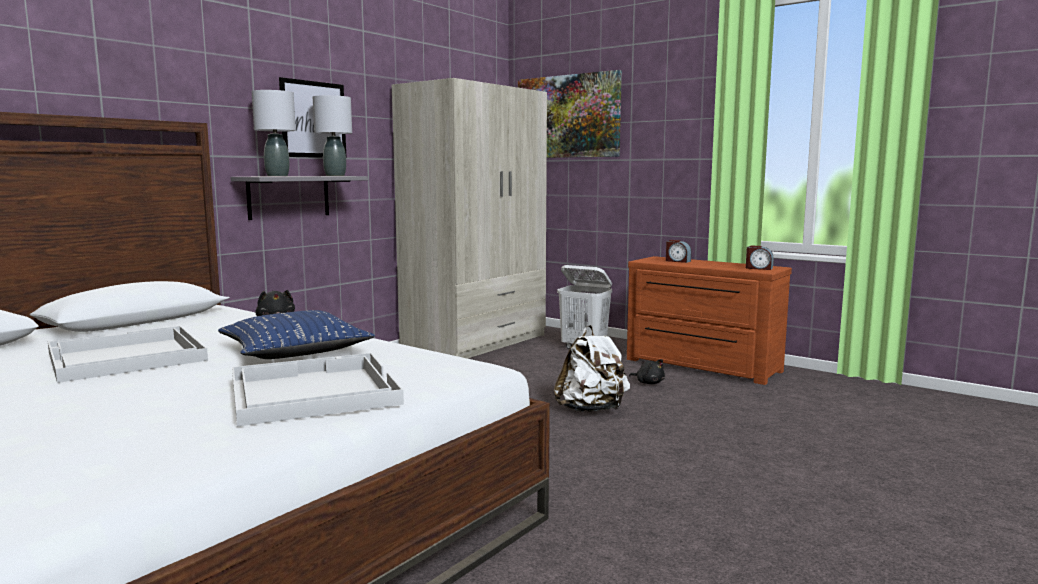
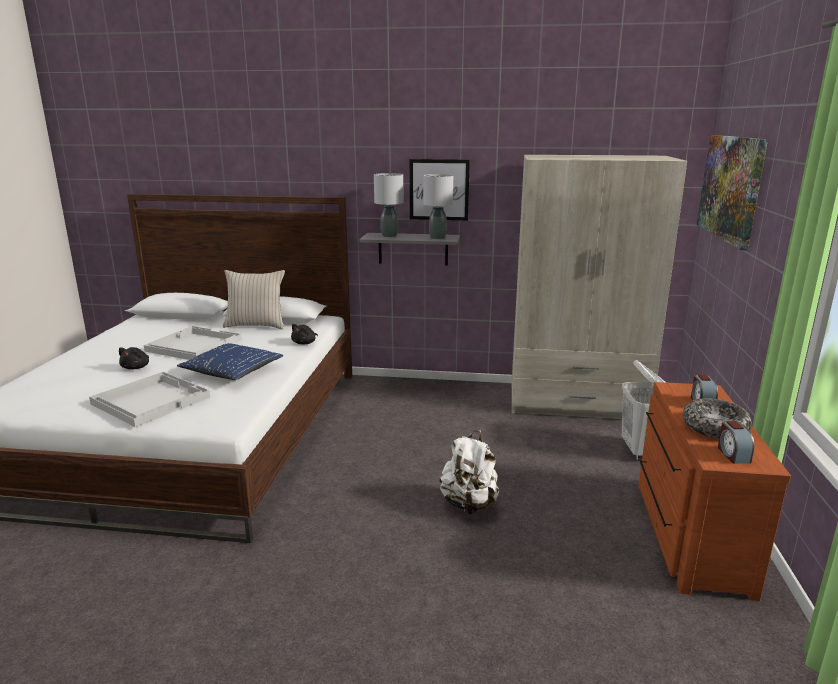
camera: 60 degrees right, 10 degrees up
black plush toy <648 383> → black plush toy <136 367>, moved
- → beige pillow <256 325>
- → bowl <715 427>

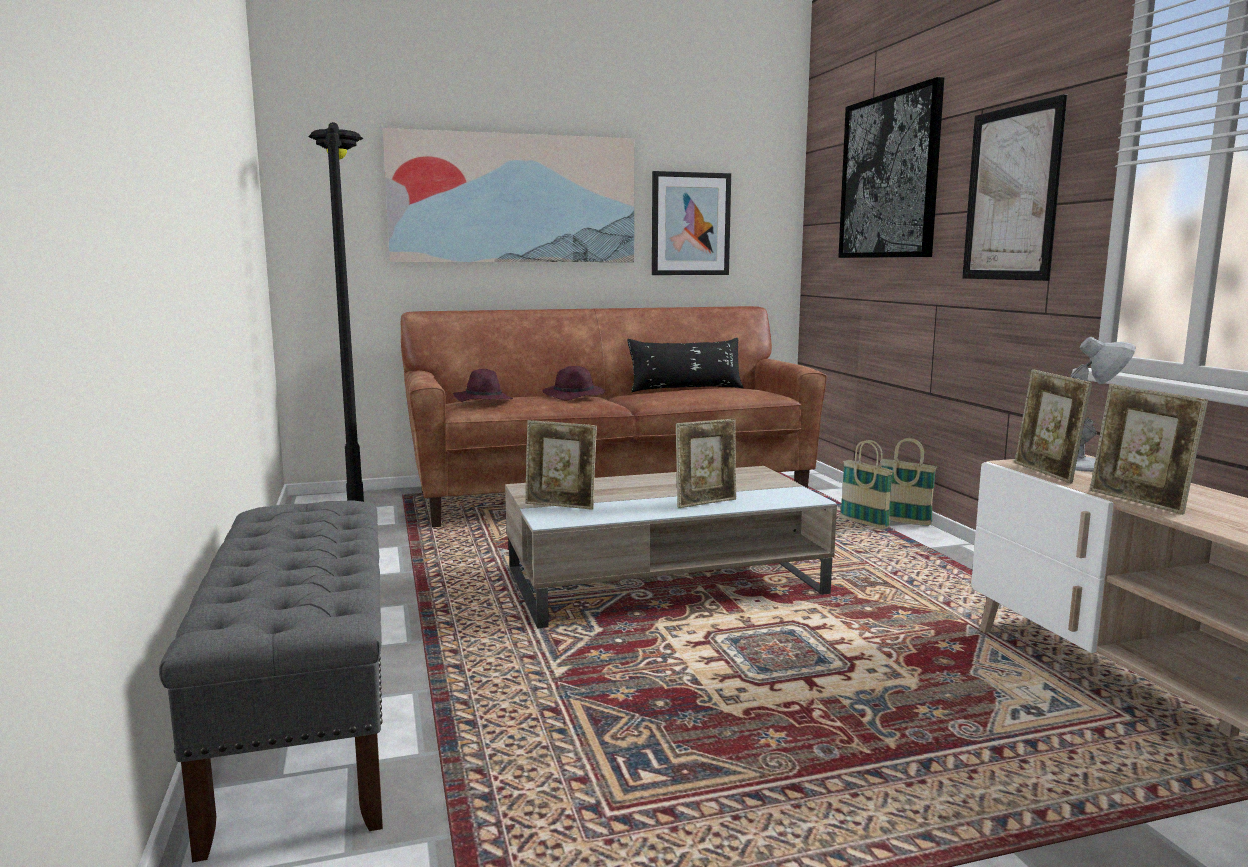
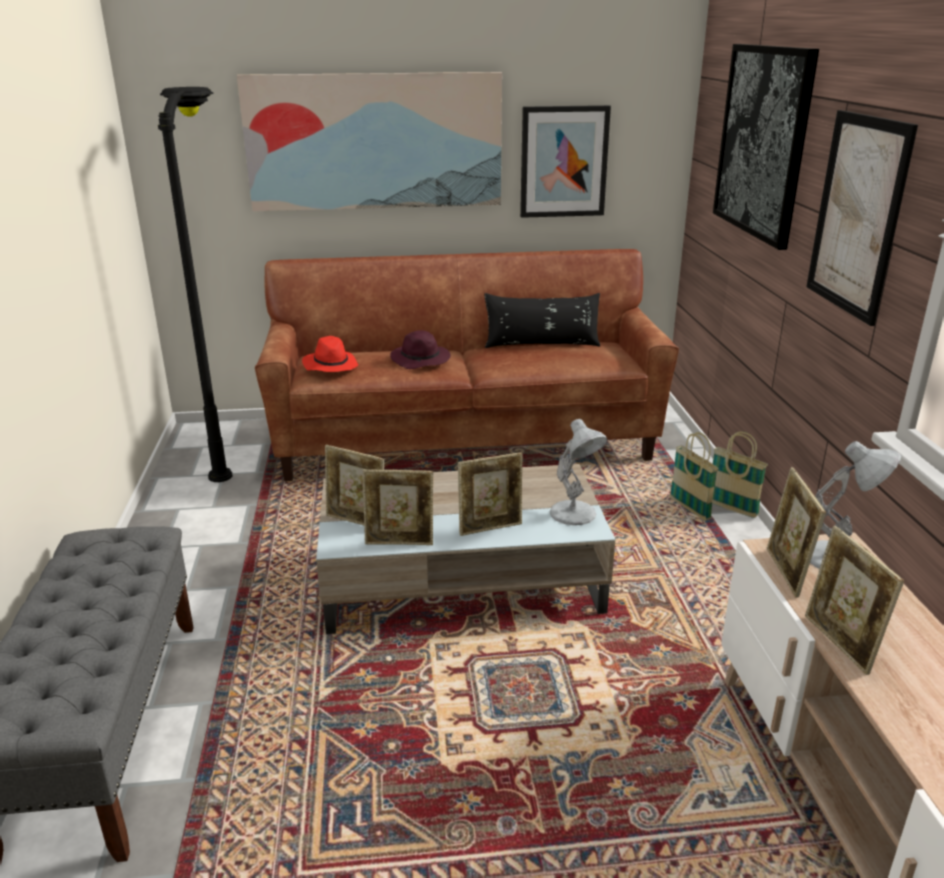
camera: 10 degrees right, 15 degrees up
purple hat <483 400> → red hat <330 366>
- → picture frame <400 542>
- → white table lamp <574 514>

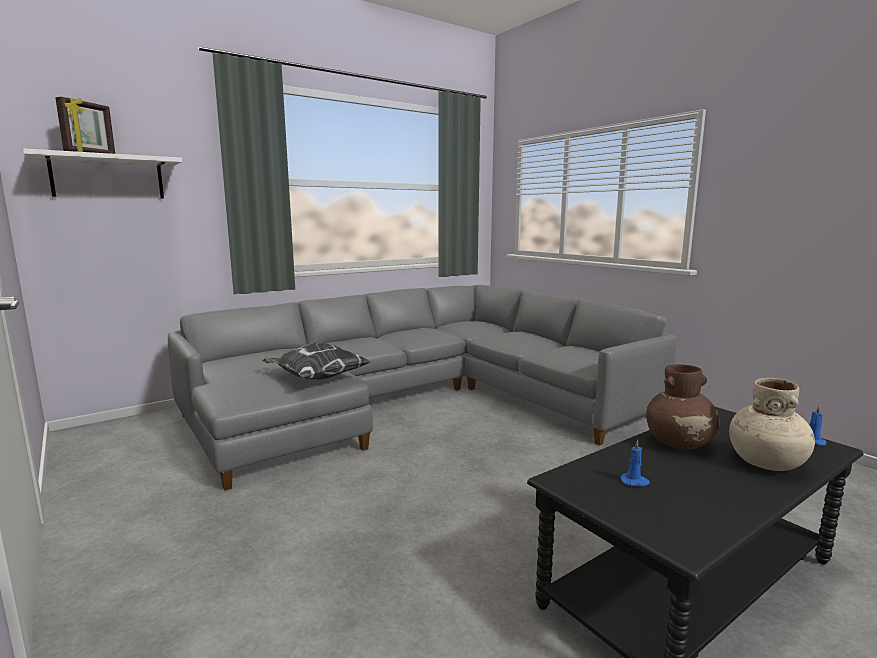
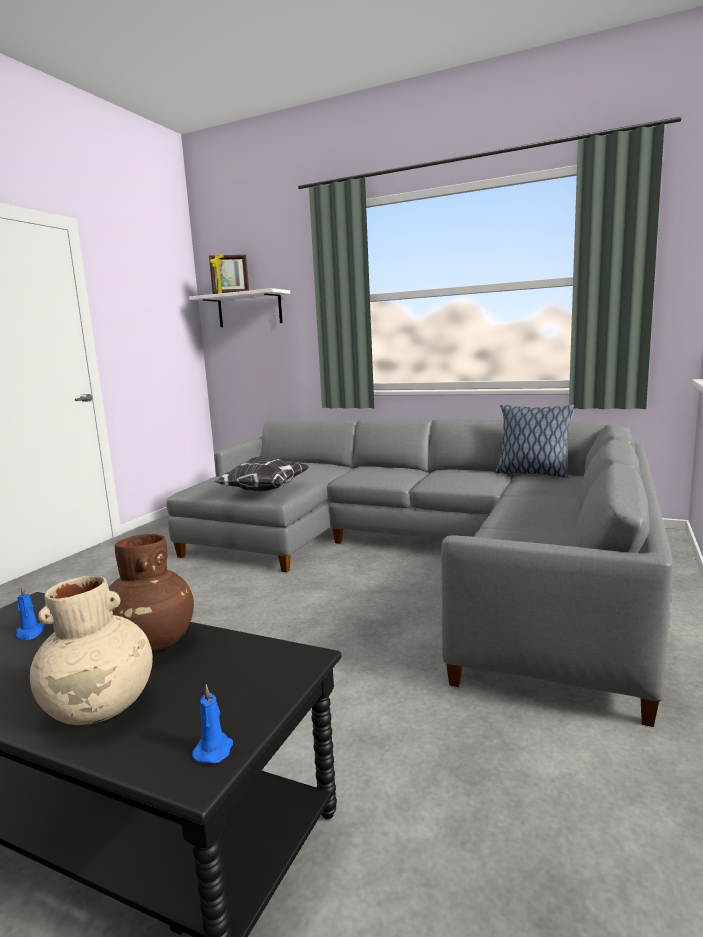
camera: 60 degrees right, 0 degrees up
- → pillow <532 473>

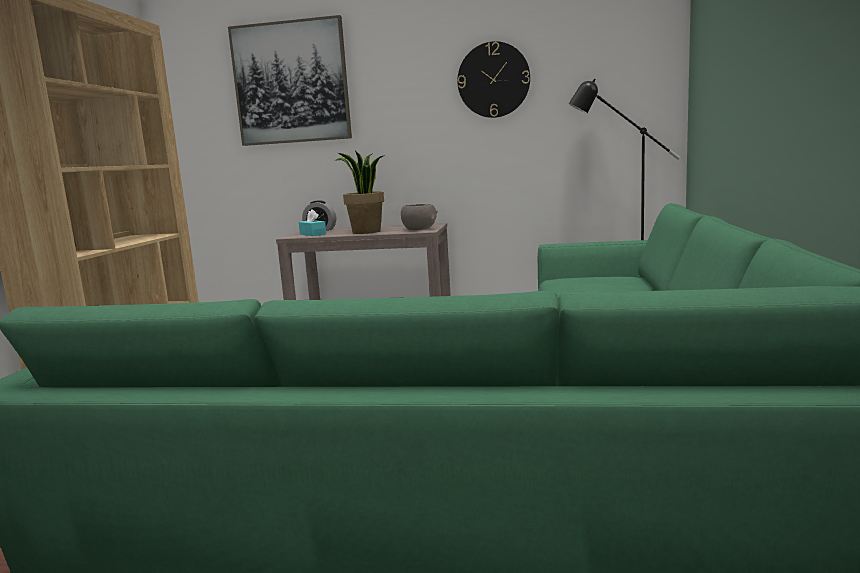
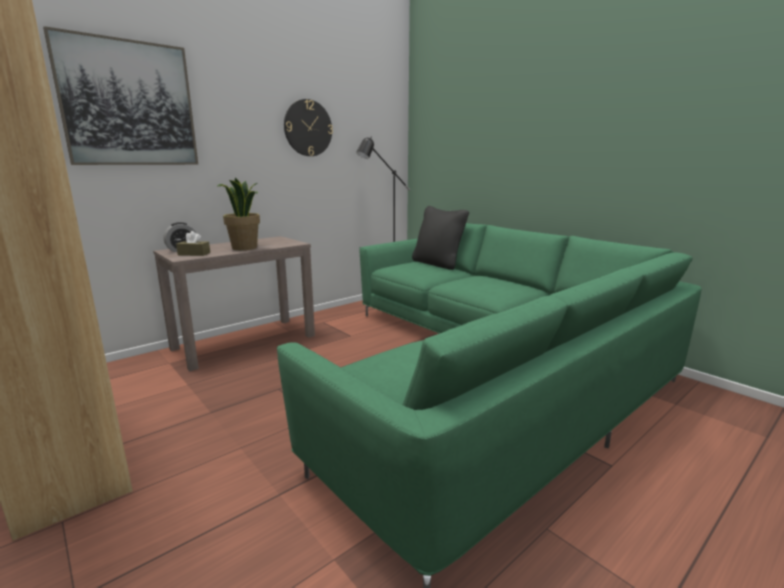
camera: 50 degrees left, 5 degrees up
turquoise tissue box <313 234> → brown tissue box <194 254>
grey bowl <419 229> → -
- → black pillow <438 264>

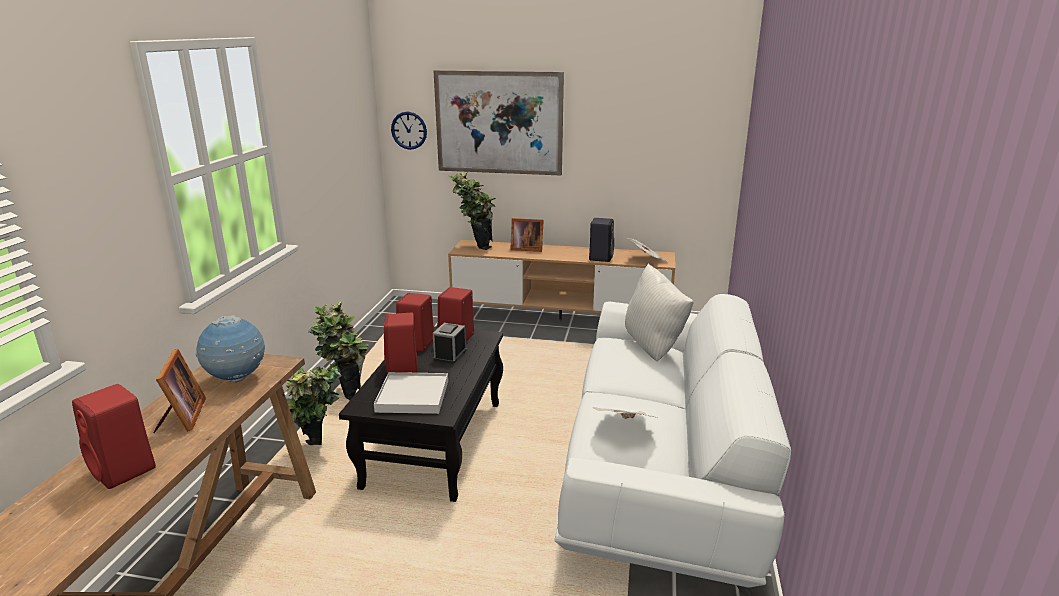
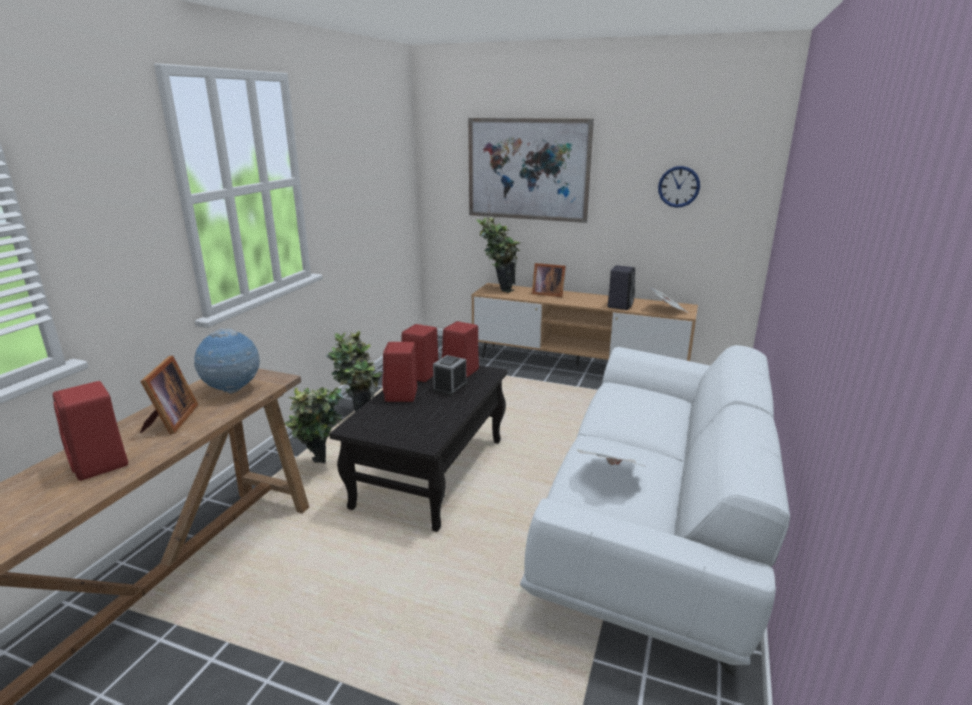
camera: 10 degrees right, 0 degrees up
white tray <413 396> → -
wall clock <409 130> → wall clock <678 186>, moved
white pillow <654 347> → -

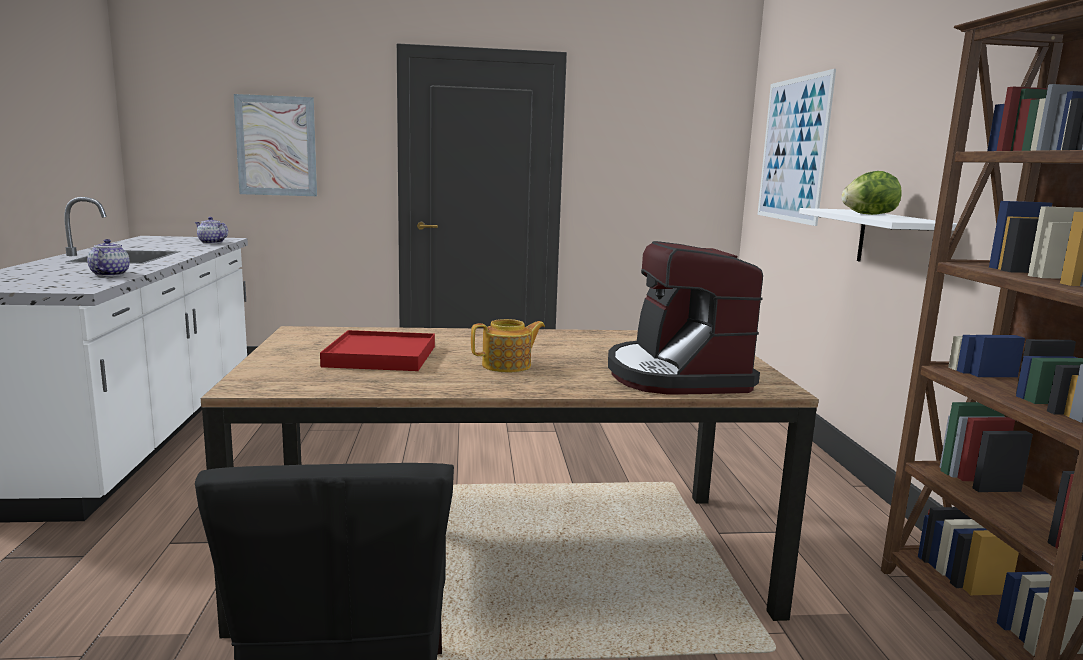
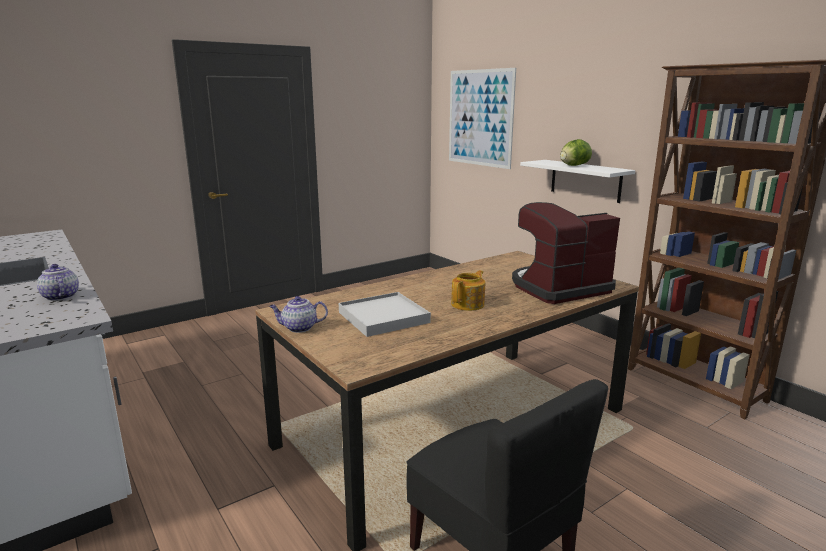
camera: 30 degrees left, 5 degrees up
teapot <211 242> → teapot <299 328>, moved
picture <276 146> → -
red tray <381 356> → white tray <384 317>
coffee machine <676 375> → coffee machine <558 288>, 105 degrees clockwise

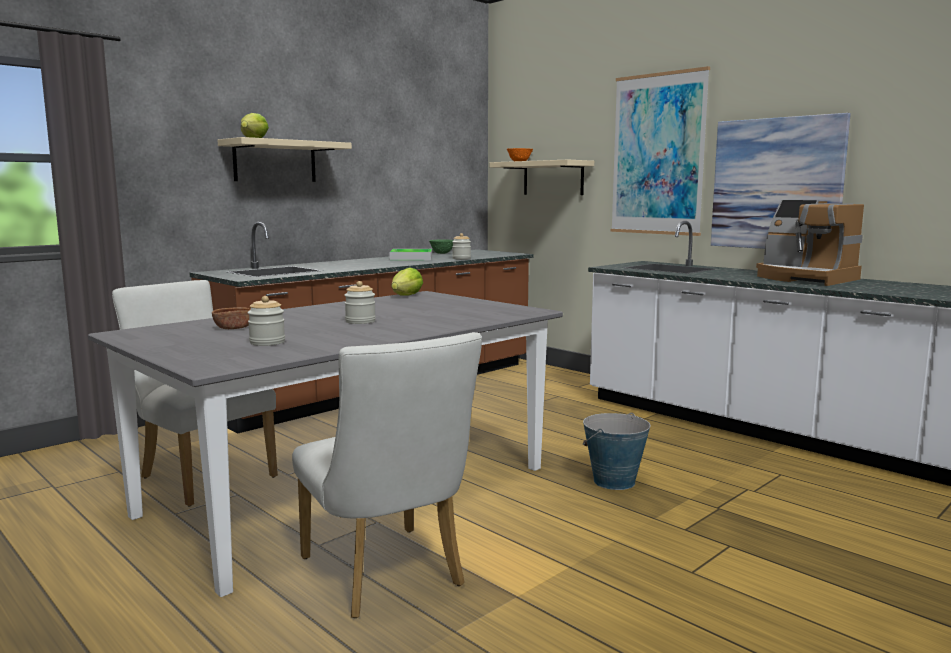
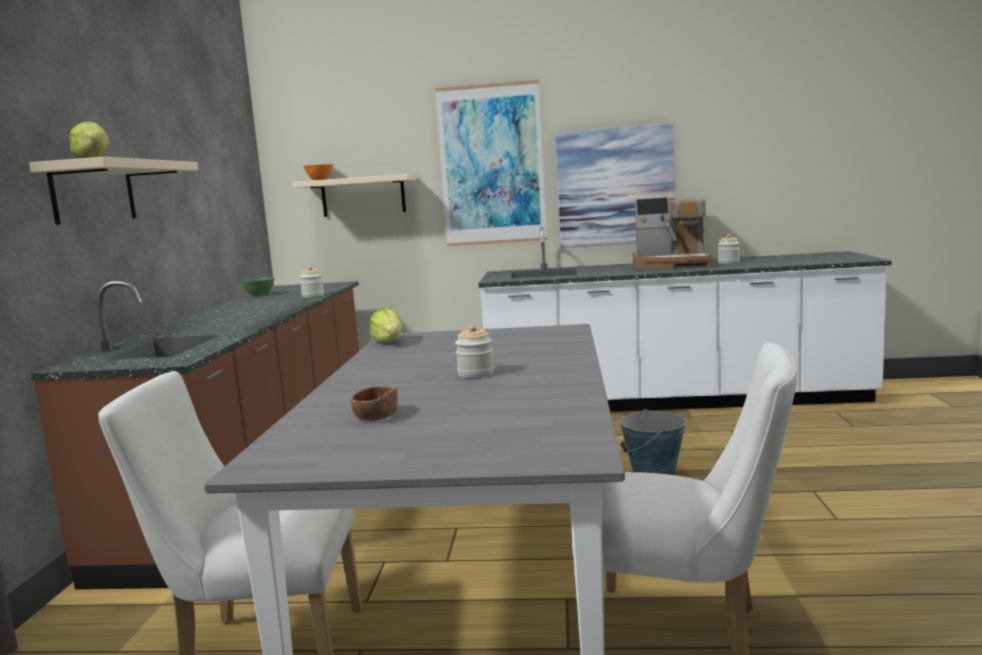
camera: 40 degrees left, 0 degrees up
jar <267 342> → jar <728 262>, moved
tray <411 258> → -

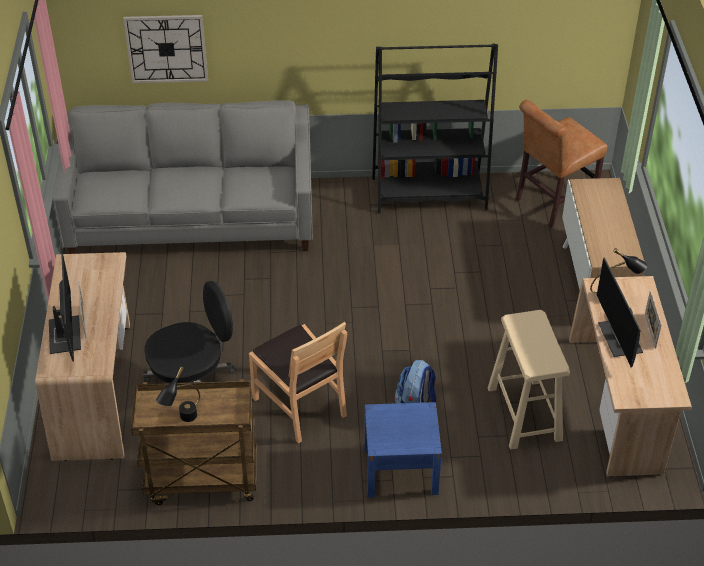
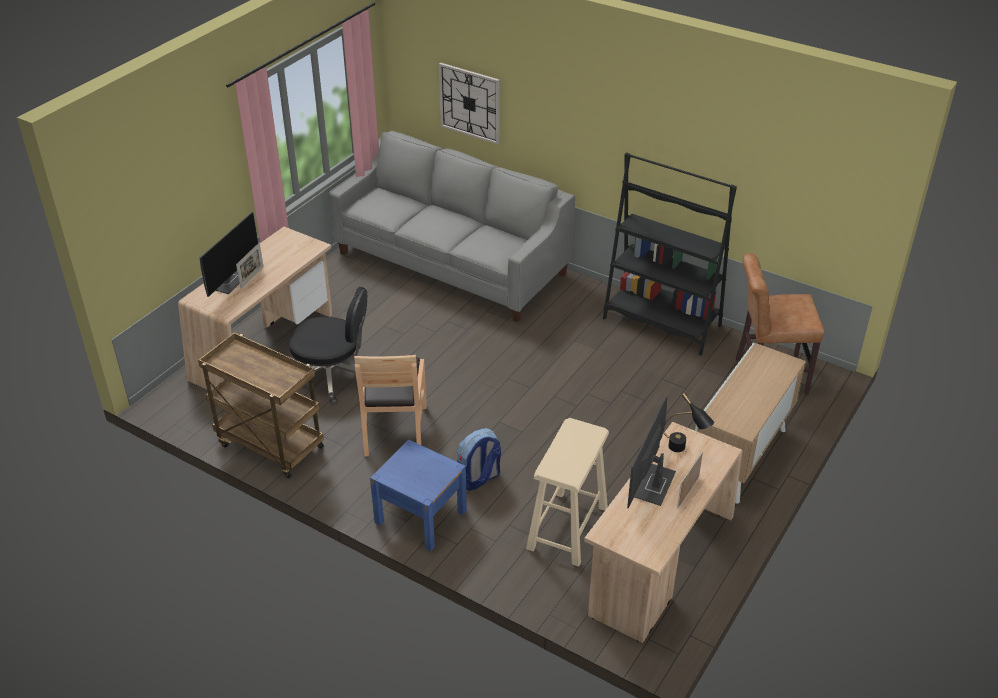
camera: 35 degrees right, 5 degrees down
black table lamp <182 420> → -

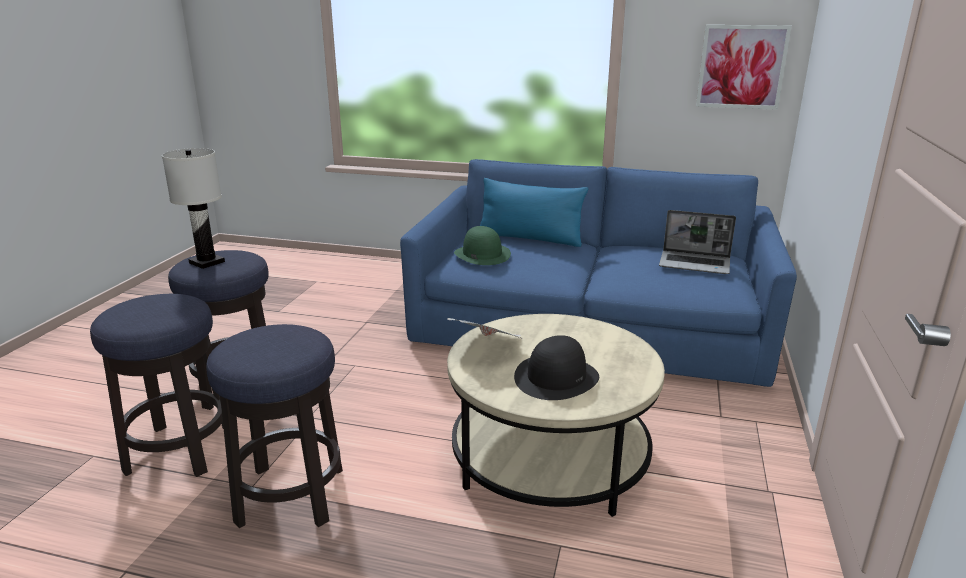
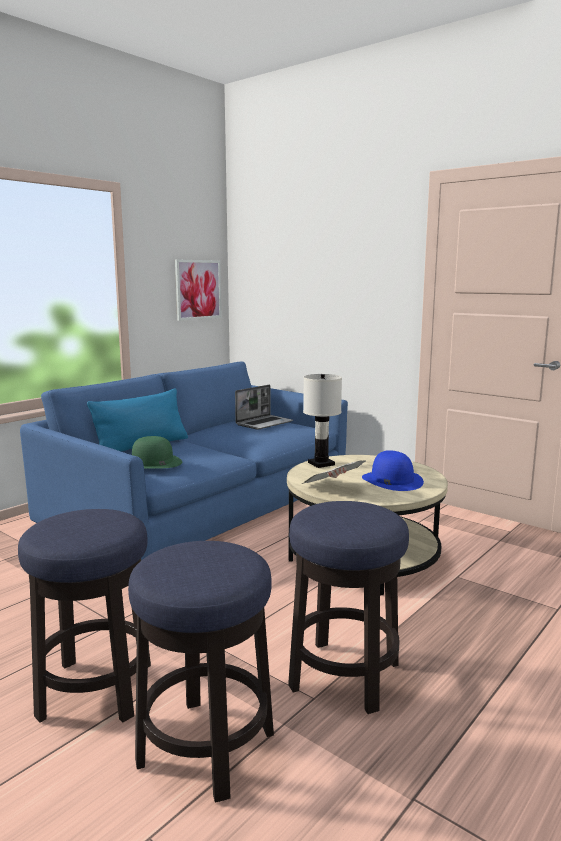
camera: 65 degrees left, 10 degrees down
white table lamp <207 262> → white table lamp <321 463>, moved
black hat <556 377> → blue hat <392 480>

